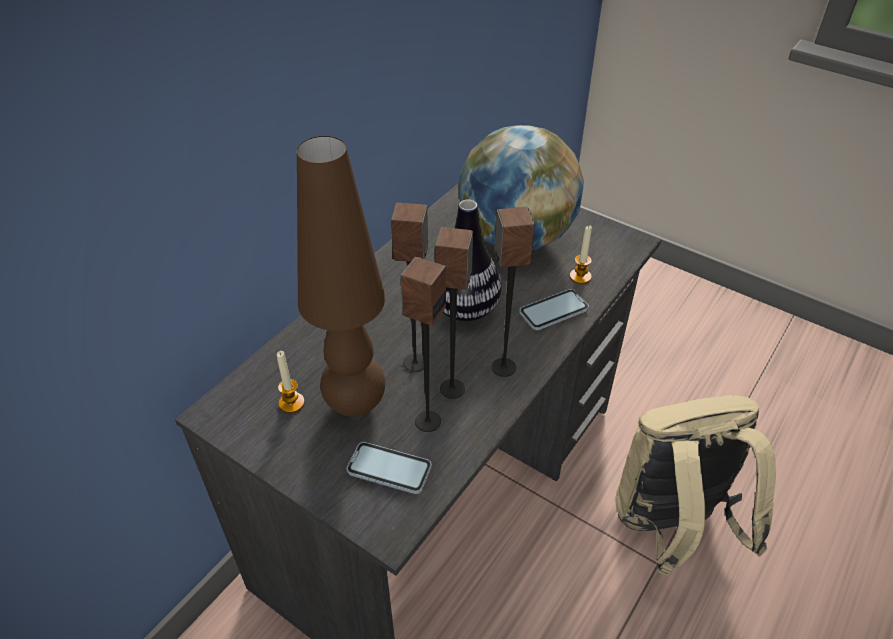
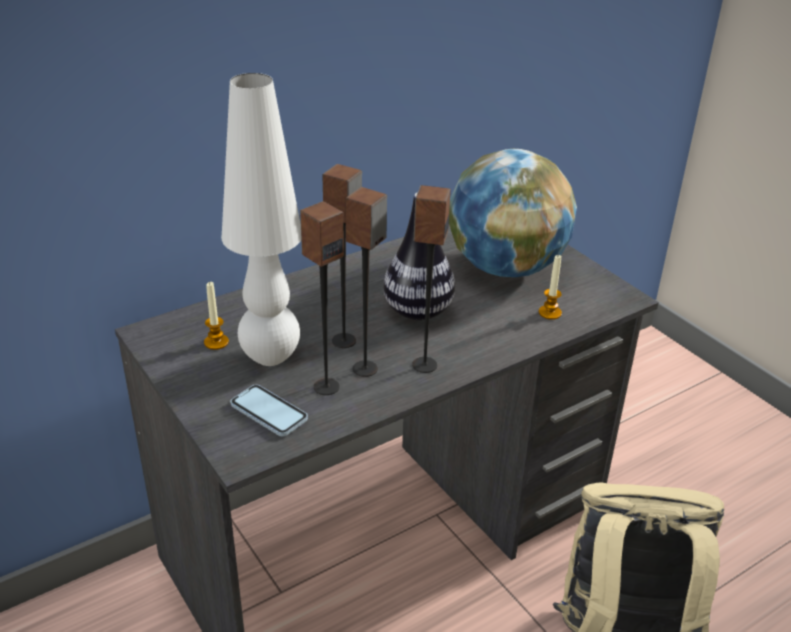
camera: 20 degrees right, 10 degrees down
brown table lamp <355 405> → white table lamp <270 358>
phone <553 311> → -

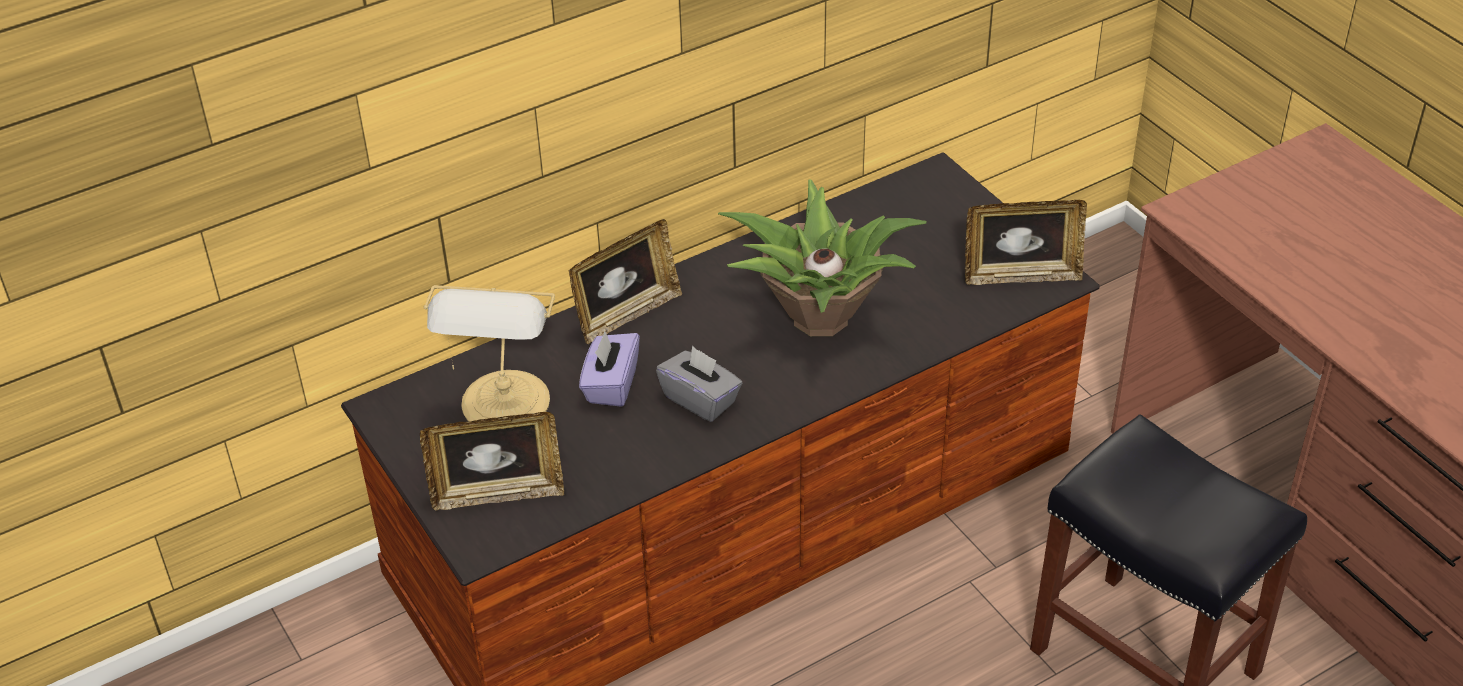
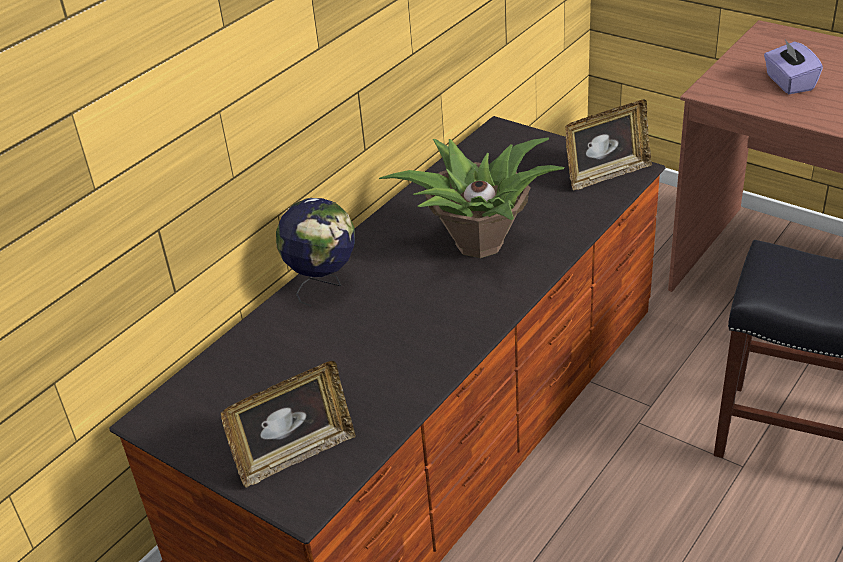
camera: 20 degrees left, 5 degrees down
table lamp <505 405> → -
picture frame <626 314> → globe <323 285>
purple tissue box <611 385> → purple tissue box <789 83>, moved
grey tissue box <700 399> → -

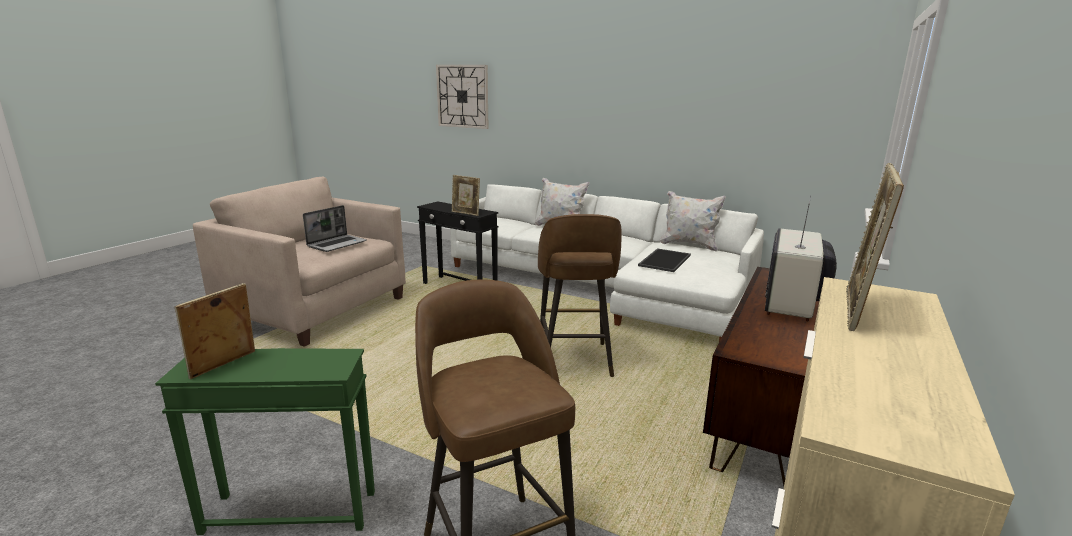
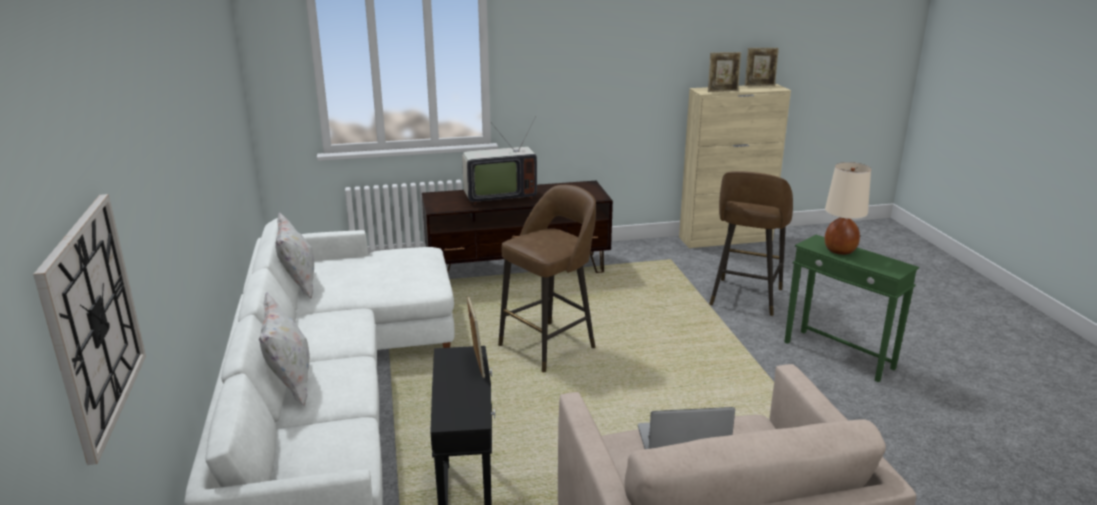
camera: 130 degrees left, 5 degrees up
picture frame <224 366> → picture frame <759 85>, moved
tray <664 260> → -
- → beige table lamp <839 250>

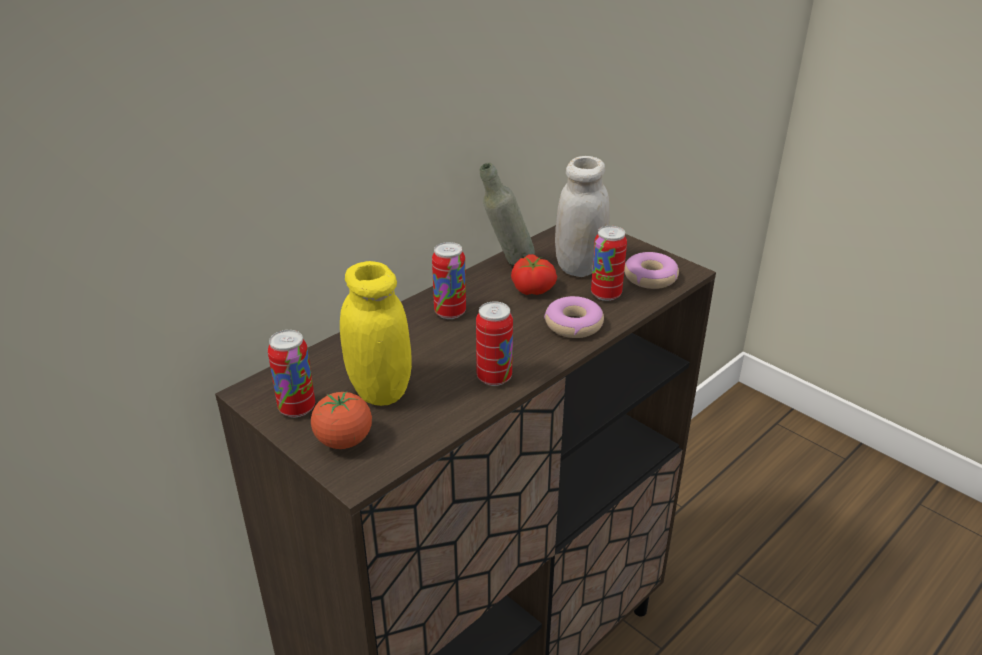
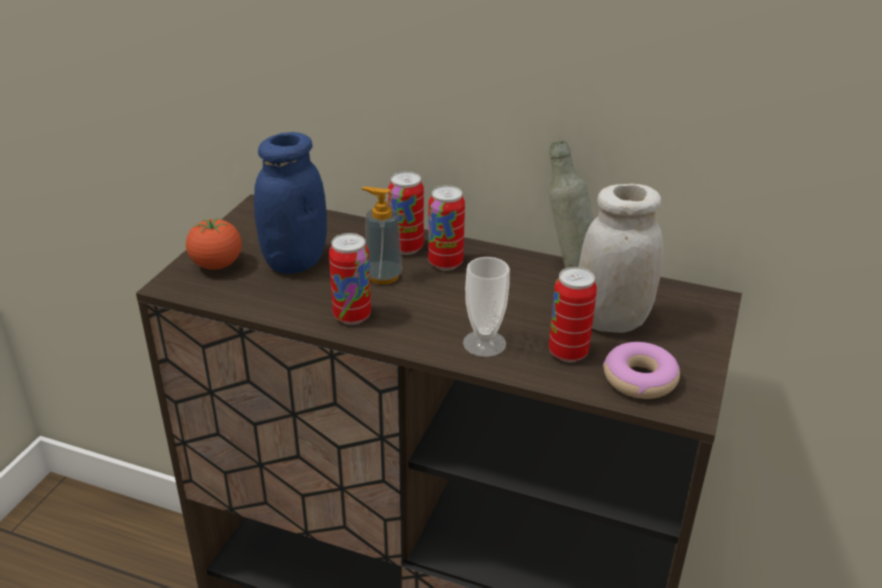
camera: 65 degrees right, 0 degrees up
can <297 408> → can <406 247>, moved
yellow jar <380 390> → blue jar <294 261>
tomato <533 288> → -
donut <574 325> → cup <484 343>
- → soap dispenser <383 276>

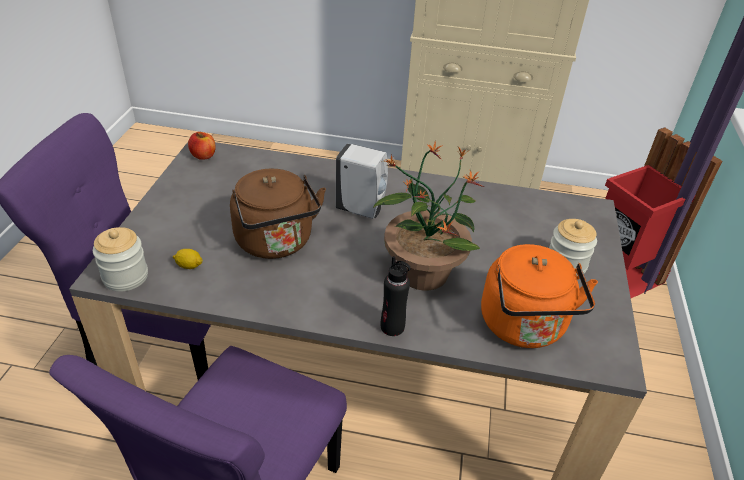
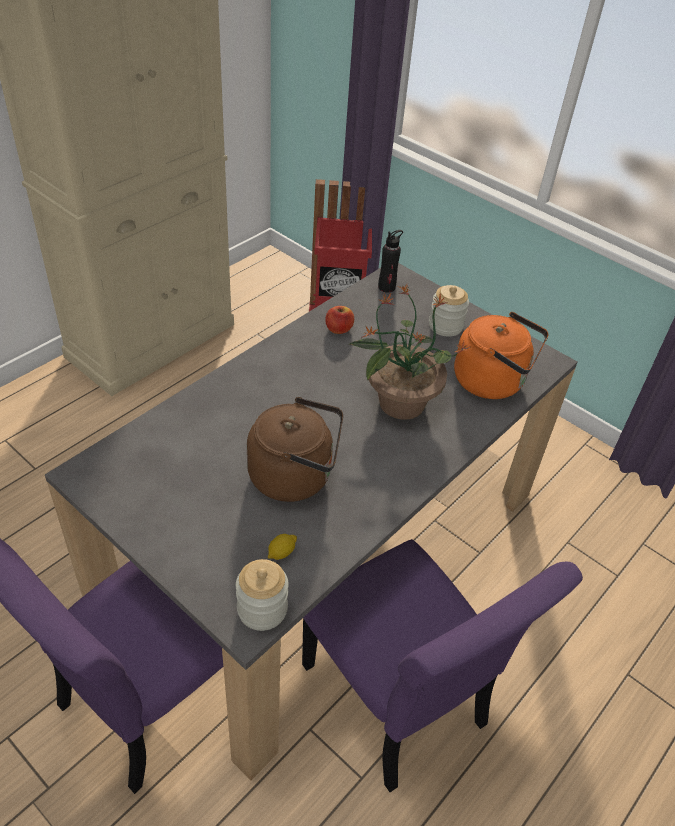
camera: 60 degrees left, 5 degrees up
apple <203 156> → apple <338 329>, moved
white soap dispenser <362 209> → -
black bottle <392 327> → black bottle <386 287>, moved

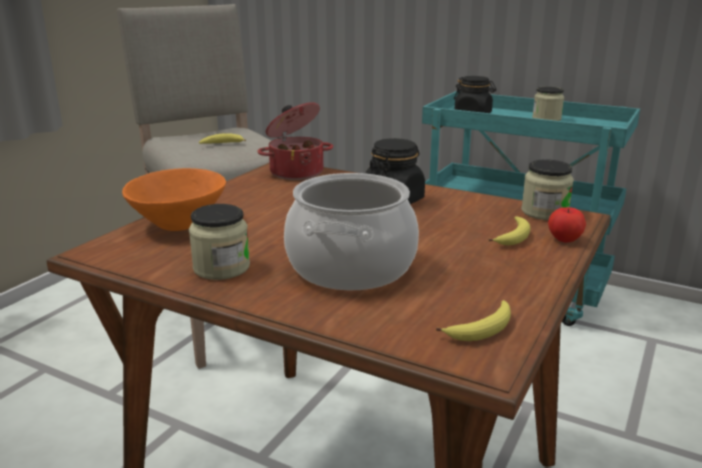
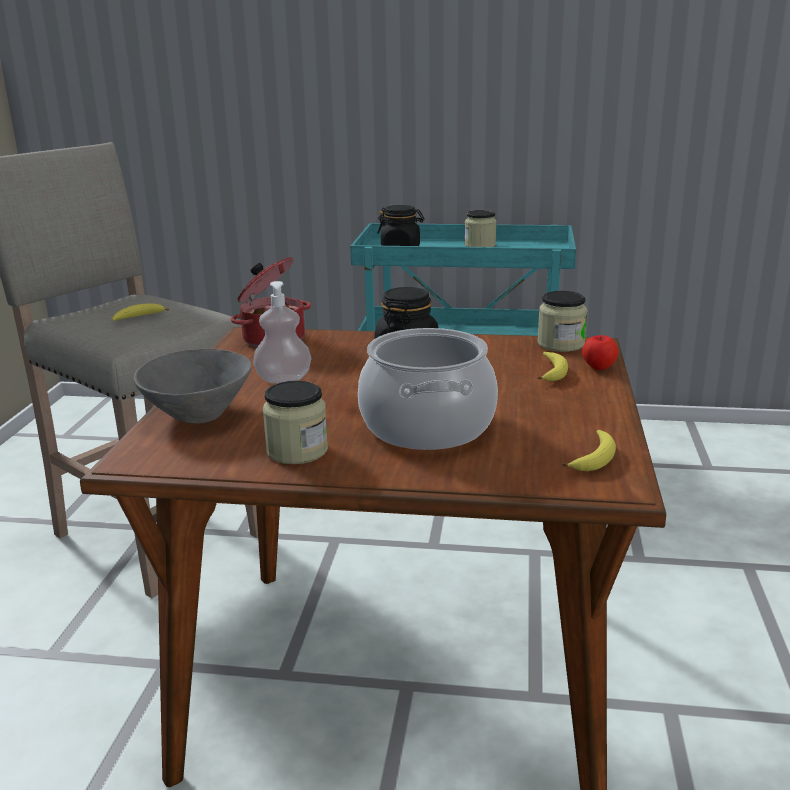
camera: 20 degrees left, 0 degrees up
orange bowl <177 224> → grey bowl <197 415>
- → soap dispenser <284 379>

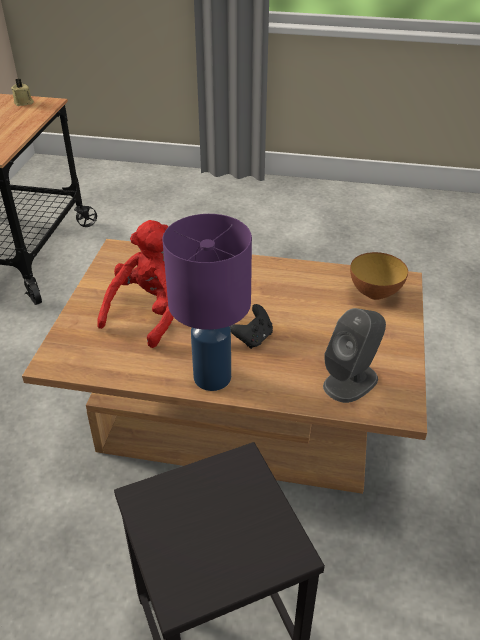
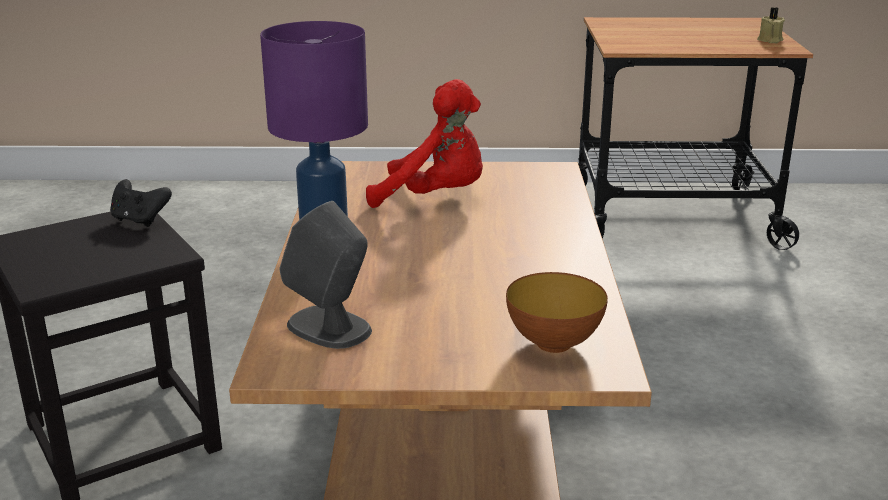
camera: 80 degrees right, 15 degrees down
black game controller <253 338> → black game controller <140 220>, moved

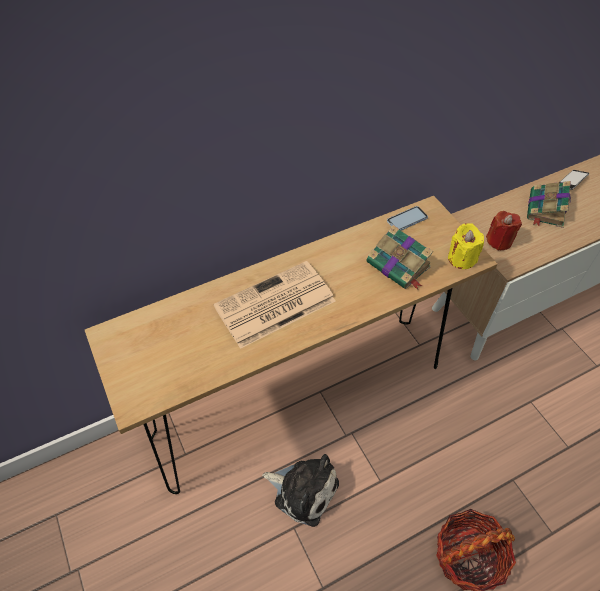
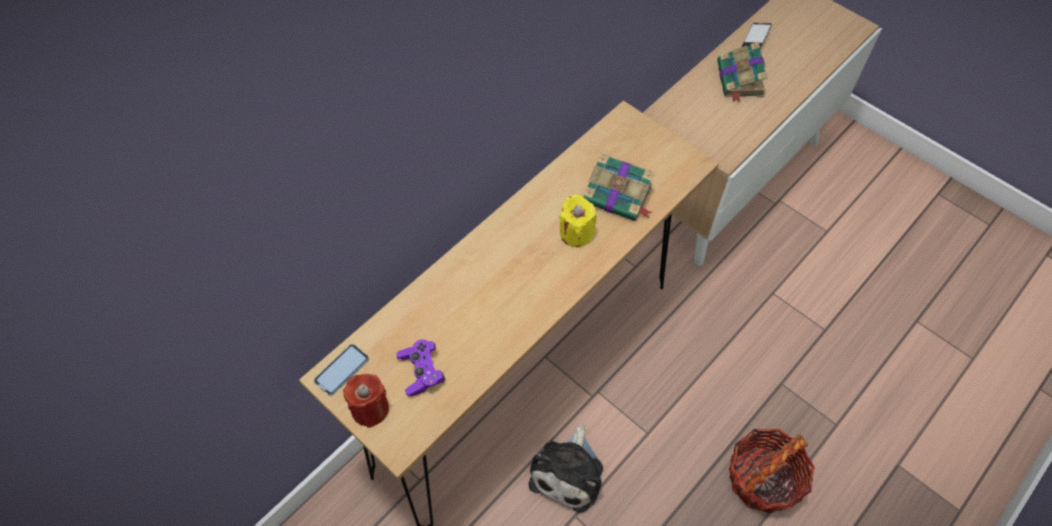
camera: 20 degrees left, 5 degrees up
newspaper <274 305> → -
plush toy <303 490> → plush toy <569 472>, 105 degrees clockwise
phone <407 219> → phone <342 370>, moved
yellow candle <461 258> → yellow candle <576 233>, moved
red candle <499 241> → red candle <370 408>, moved
- → purple game controller <421 371>

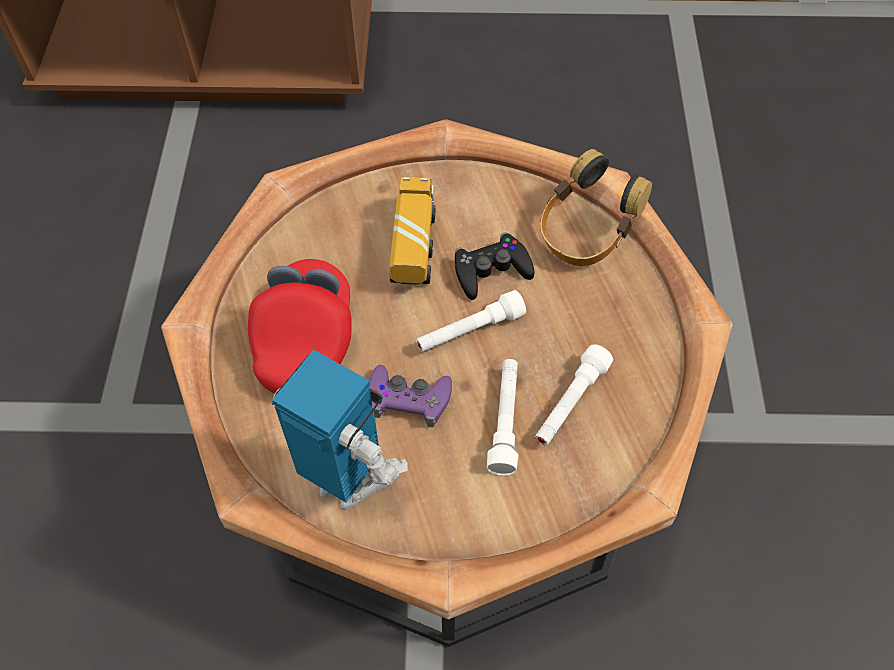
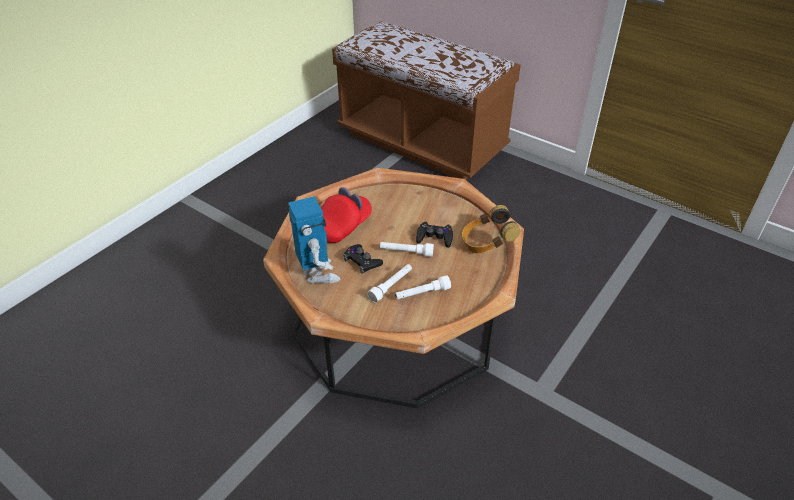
camera: 35 degrees right, 15 degrees down
purple game controller <409 399> → black game controller <362 262>
toy truck <413 246> → -

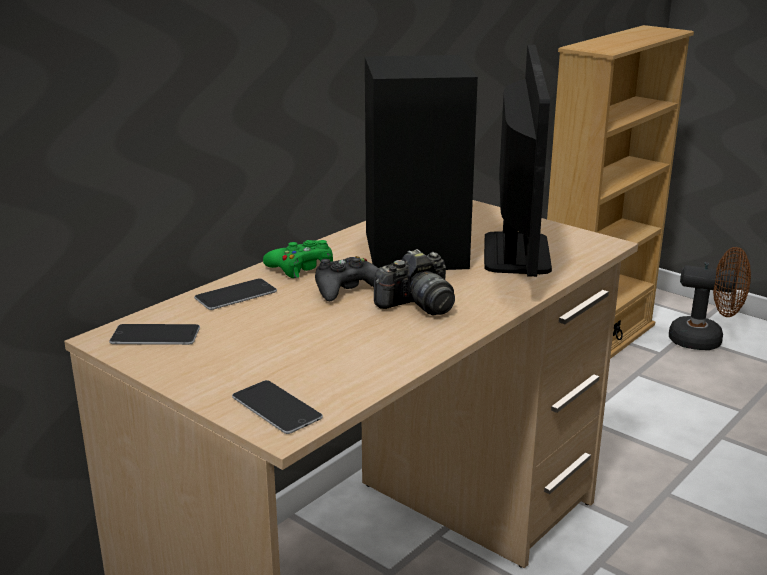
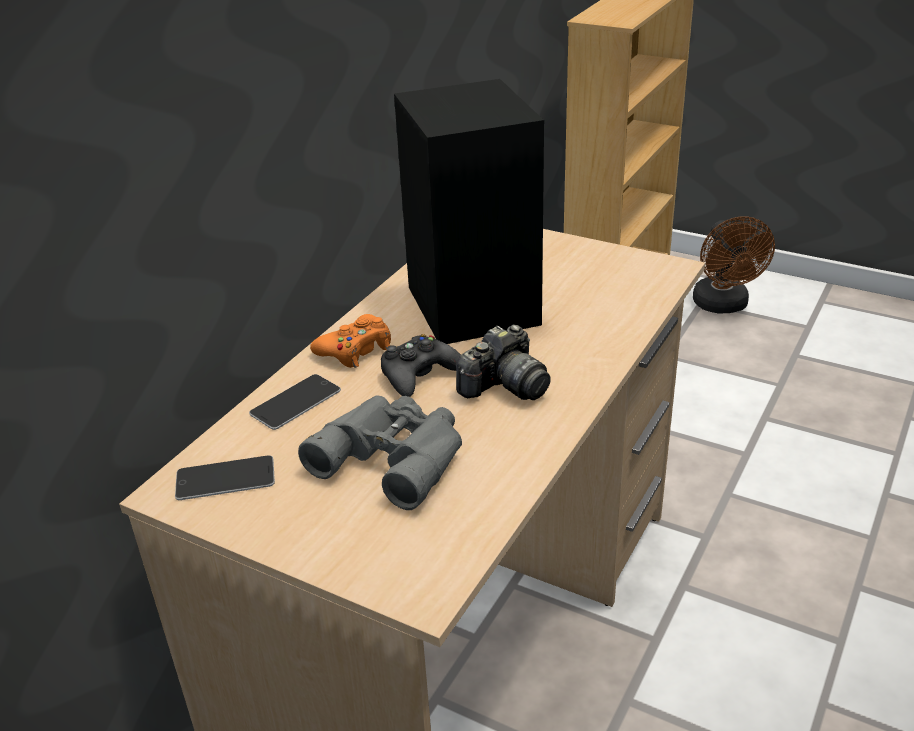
camera: 10 degrees left, 10 degrees up
phone <276 407> → -
green game controller <302 267> → orange game controller <356 350>
monitor <516 253> → -
brown fan <705 340> → brown fan <723 306>, 75 degrees clockwise
- → grey binoculars <394 455>

